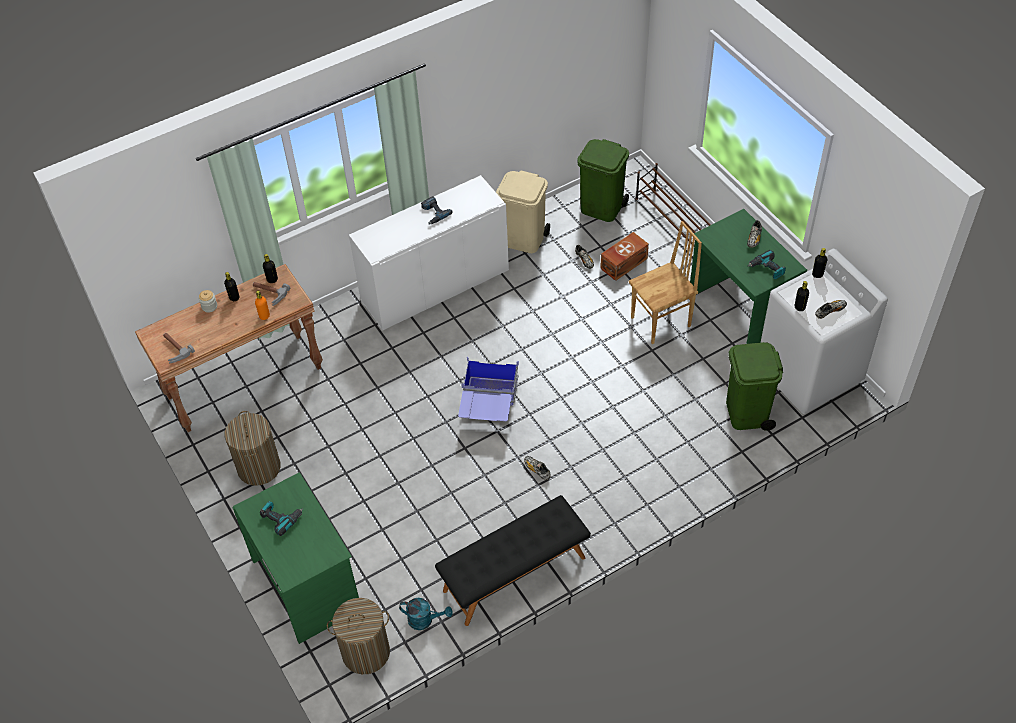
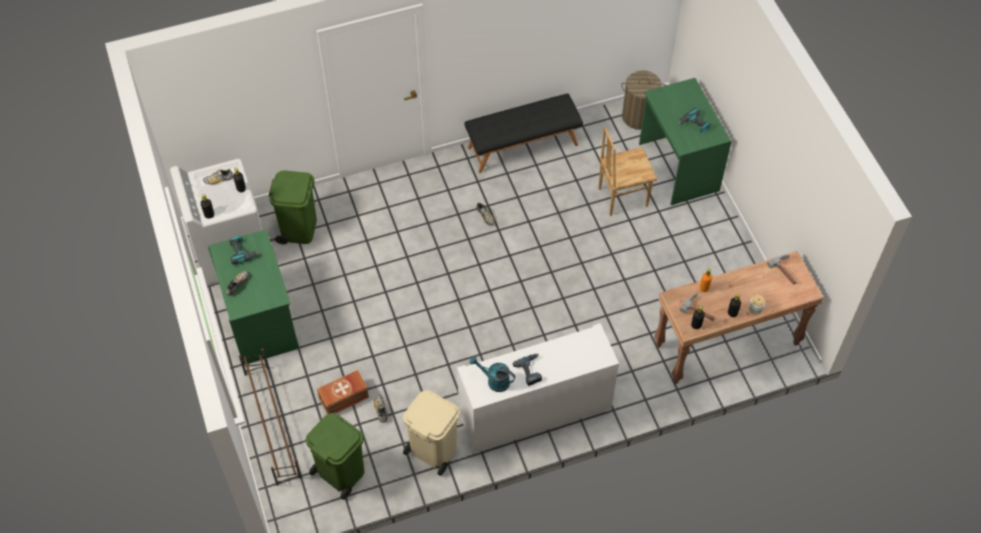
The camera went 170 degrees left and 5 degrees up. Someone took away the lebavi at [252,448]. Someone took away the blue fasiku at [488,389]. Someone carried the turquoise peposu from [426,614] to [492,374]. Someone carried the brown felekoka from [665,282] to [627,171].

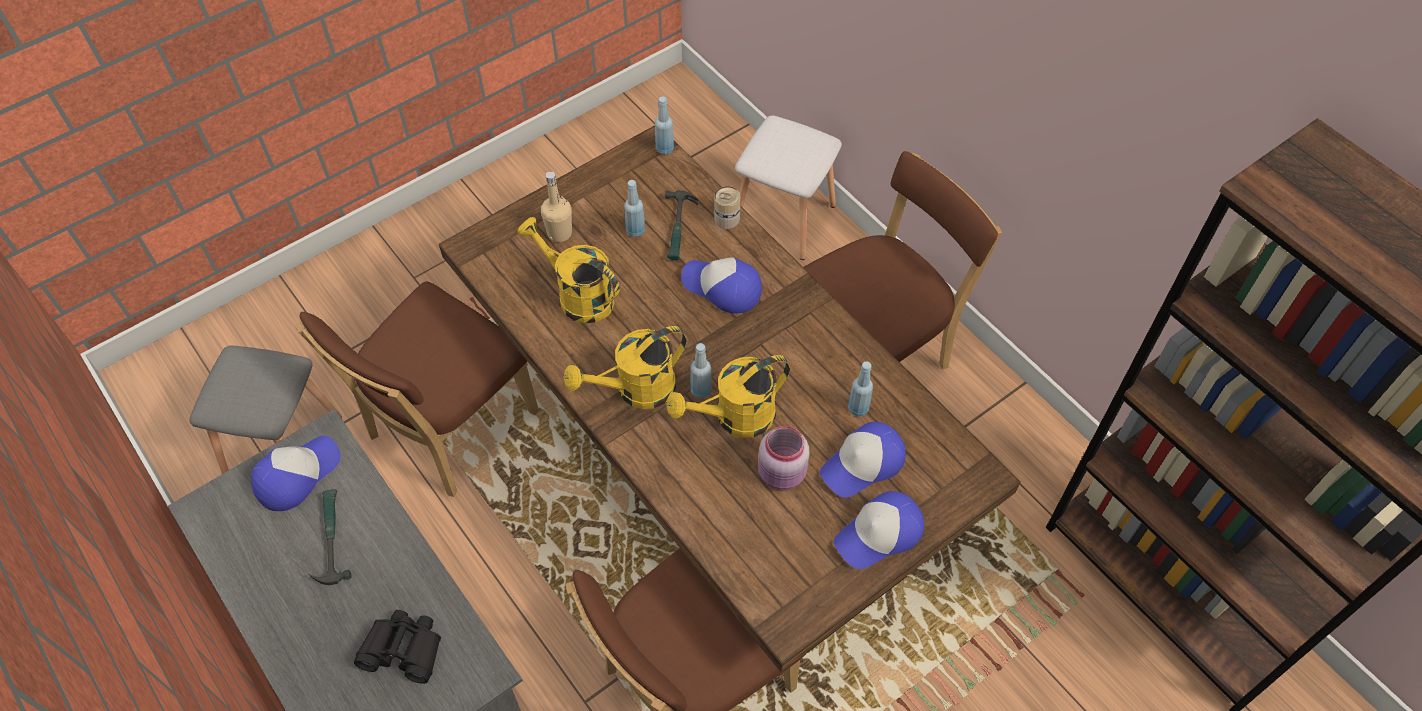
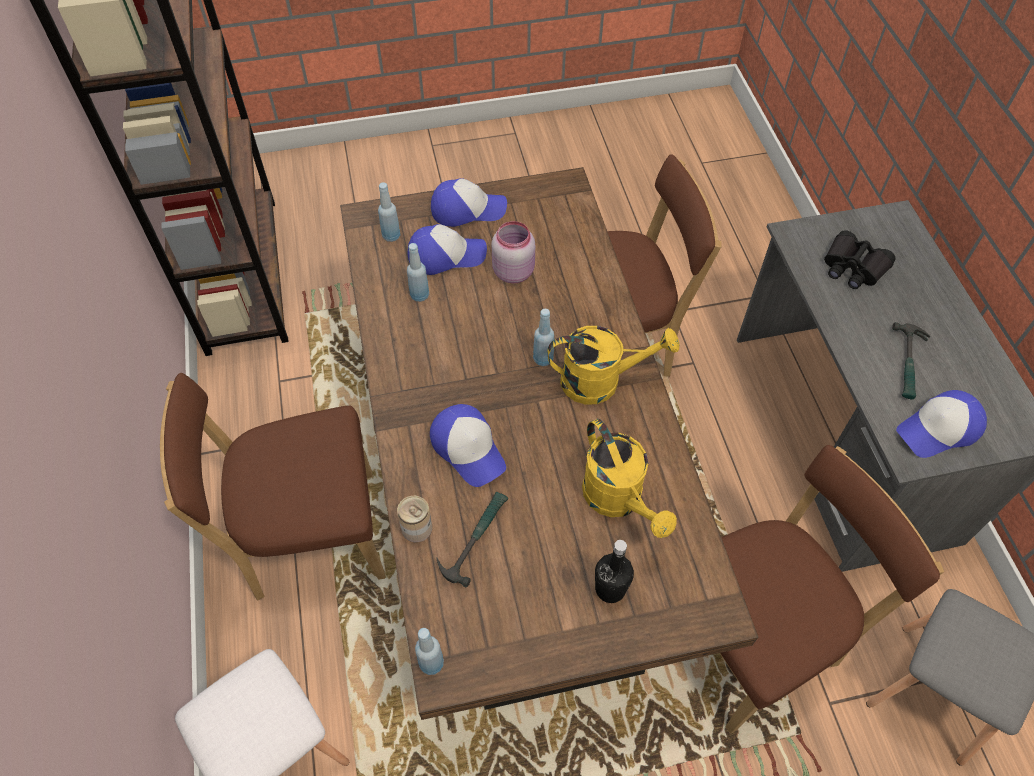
The camera went 155 degrees left and 0 degrees up. Someone took away the yellow peposu at [728,396]. Someone carried the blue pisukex from [634,208] to [389,212]. Someone repainted the beige pisukex at [556,206], which became the black pisukex at [614,571].

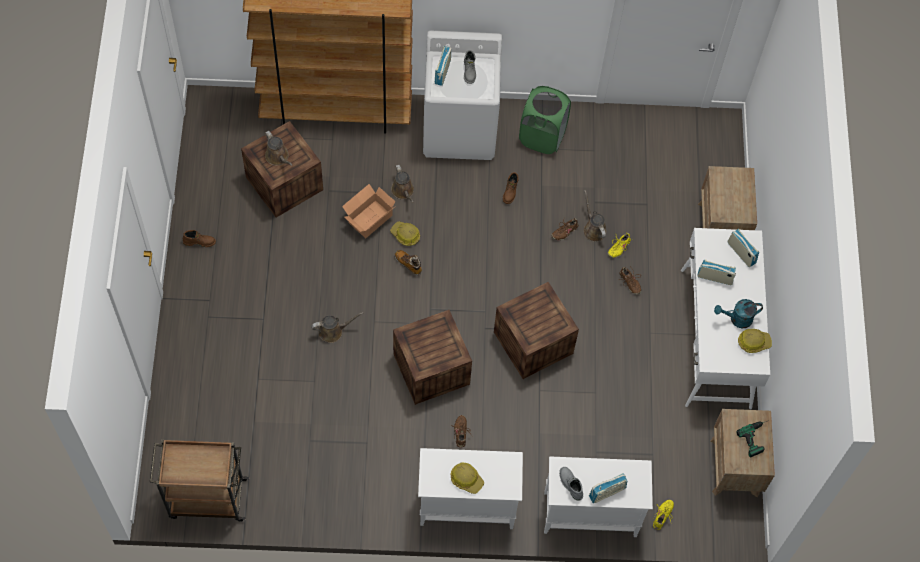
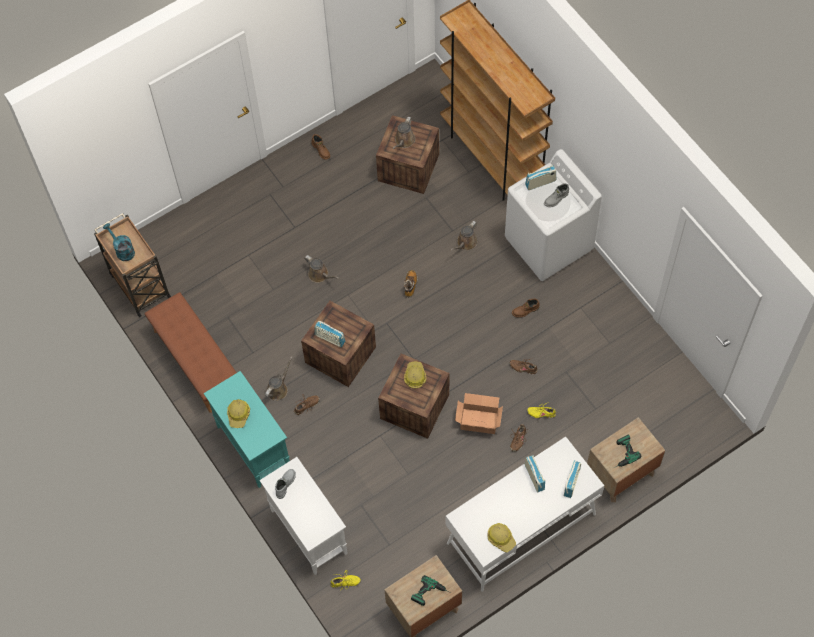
The camera went 60 degrees right and 0 degrees up. Someone took away the green lebavi at [545,120]. Someone put down the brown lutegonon at [191,352]. Someone put down the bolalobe at [627,451]. Someone carried the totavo from [369,211] to [479,413]. Someone carried the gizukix from [405,234] to [415,375]. Someone carried the brown peposu from [595,216] to [278,378]. Someone carried the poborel from [608,488] to [330,334]. Someone carried the turquoise peposu from [738,313] to [119,242]. Someone repainted the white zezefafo at [470,488], which became the turquoise zezefafo at [247,429].

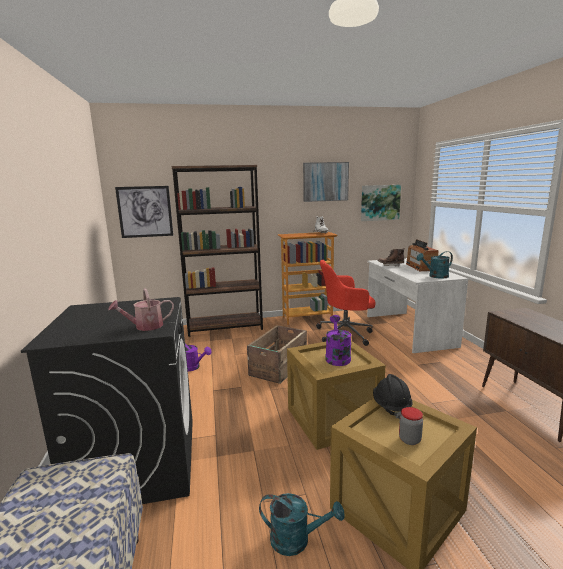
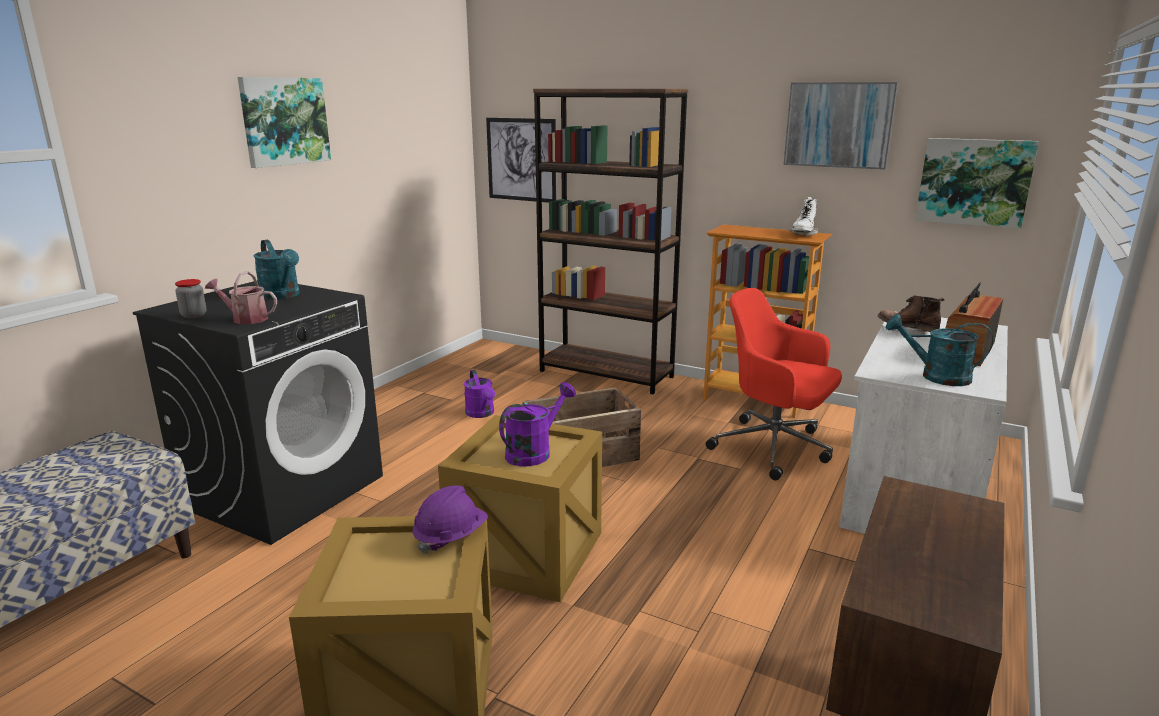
The camera went 40 degrees right and 5 degrees up. Someone put up the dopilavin at [284,122]. Someone carried the turquoise peposu from [302,524] to [276,270]. Someone carried the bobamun from [411,426] to [190,298]. Someone repainted the black gizukix at [392,396], which became the purple gizukix at [450,520].

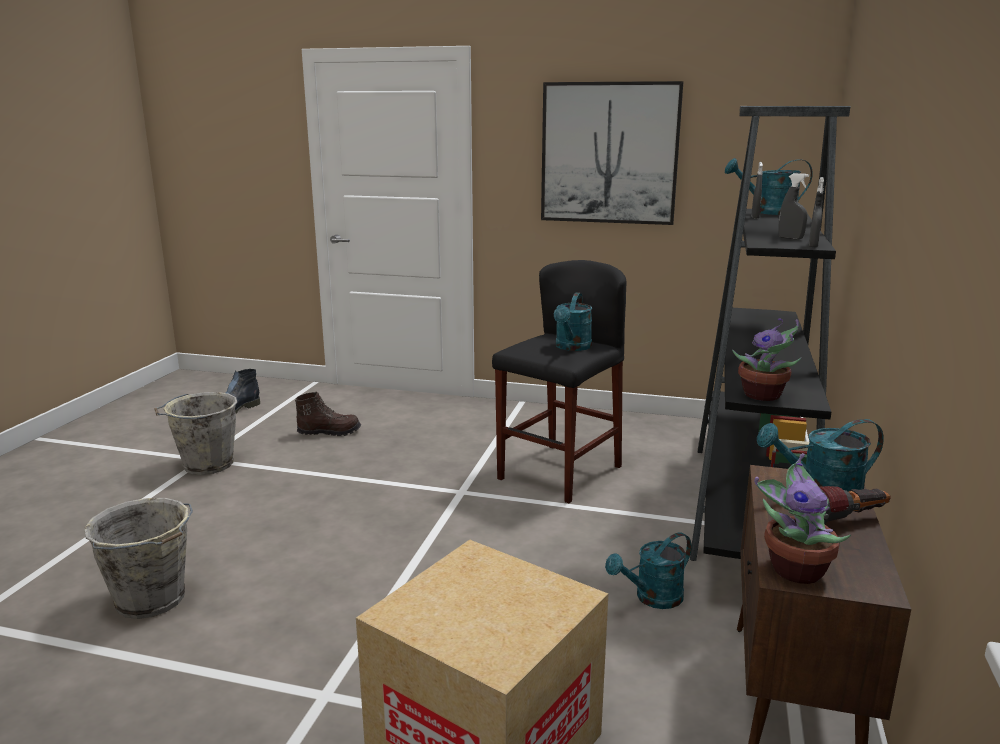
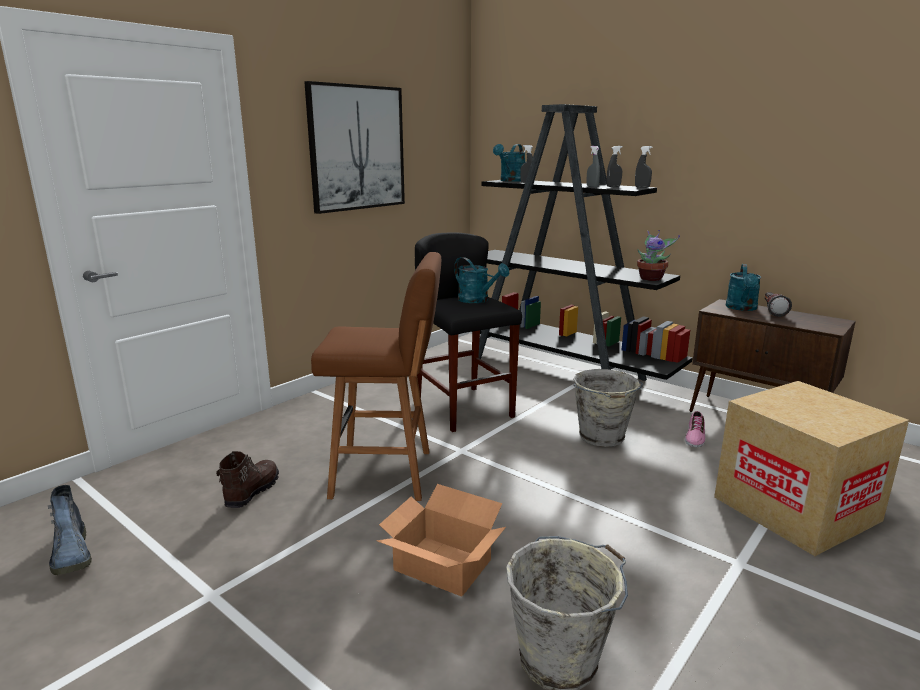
The camera went 65 degrees left and 0 degrees up. Someone took away the turquoise peposu at [648,570]. Someone took away the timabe at [802,518]. Someone put down the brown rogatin at [376,376]. Someone put down the totavo at [441,540]. Someone put down the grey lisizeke at [593,166]. Someone put down the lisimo at [695,429]. Someone carried the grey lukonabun from [195,433] to [608,408].

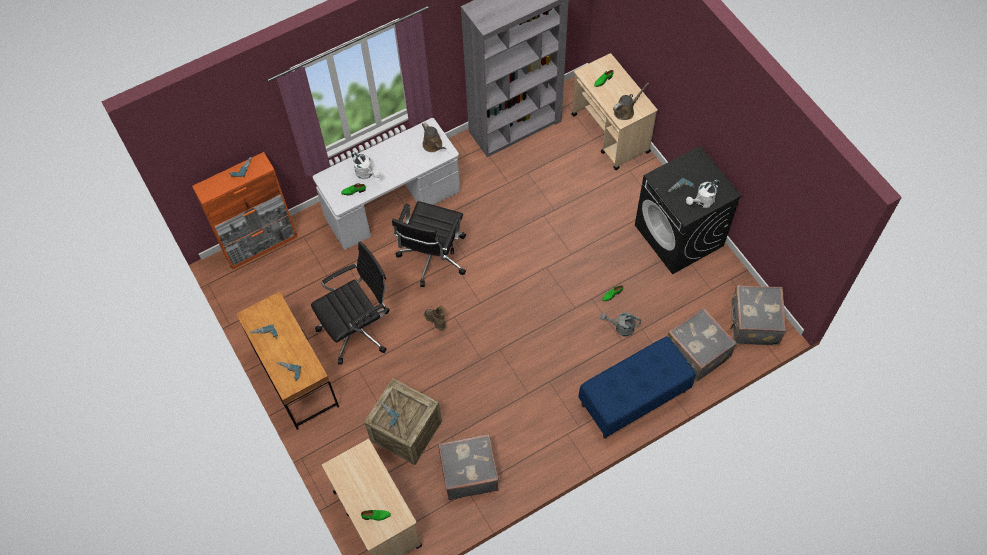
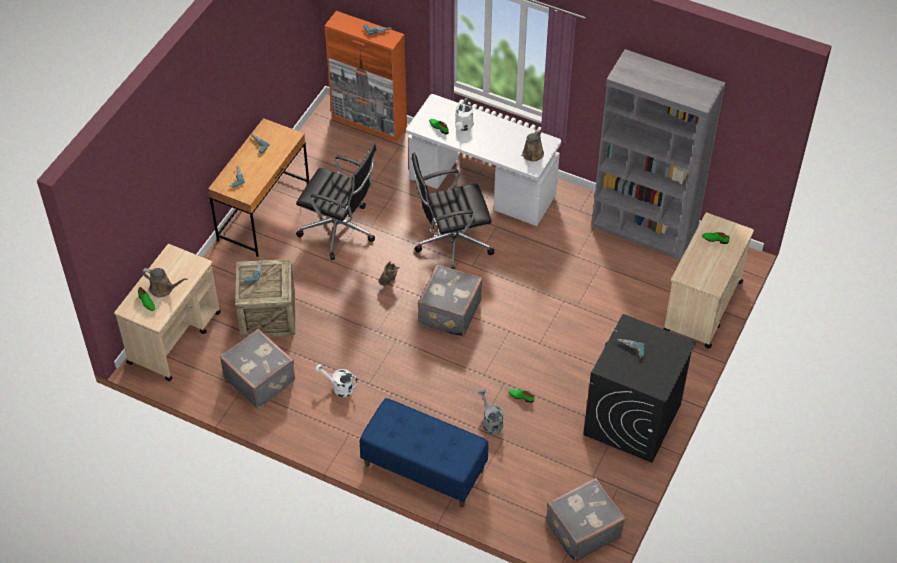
The camera went 55 degrees right and 10 degrees down. Someone carried the brown peposu from [631,101] to [164,283]. Someone carried the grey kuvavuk from [702,344] to [450,300]. Someone carried the white peposu from [702,194] to [336,380].

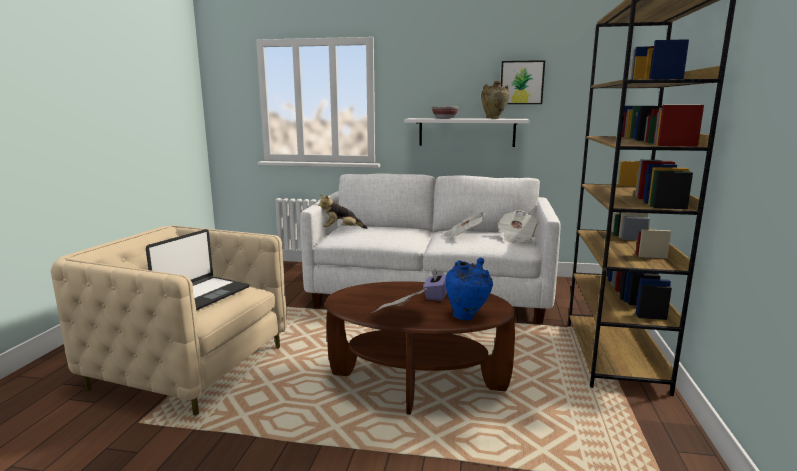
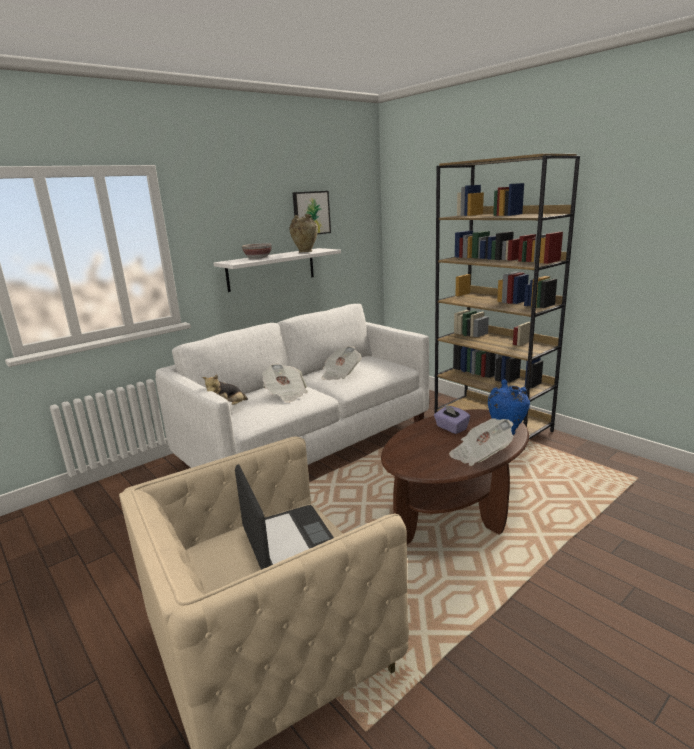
The camera went 50 degrees left and 5 degrees up. Someone carried the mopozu from [518,226] to [285,383].

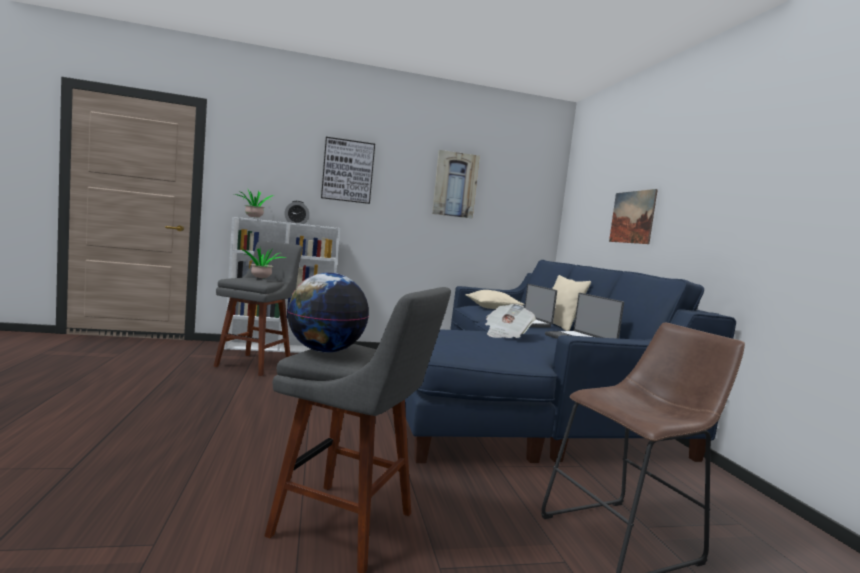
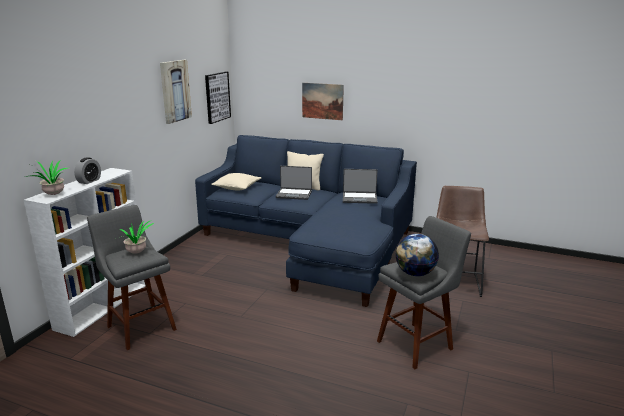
The camera went 55 degrees left and 15 degrees up. Someone took away the mopozu at [510,321]. Someone carried the dopilavin from [348,170] to [218,98].

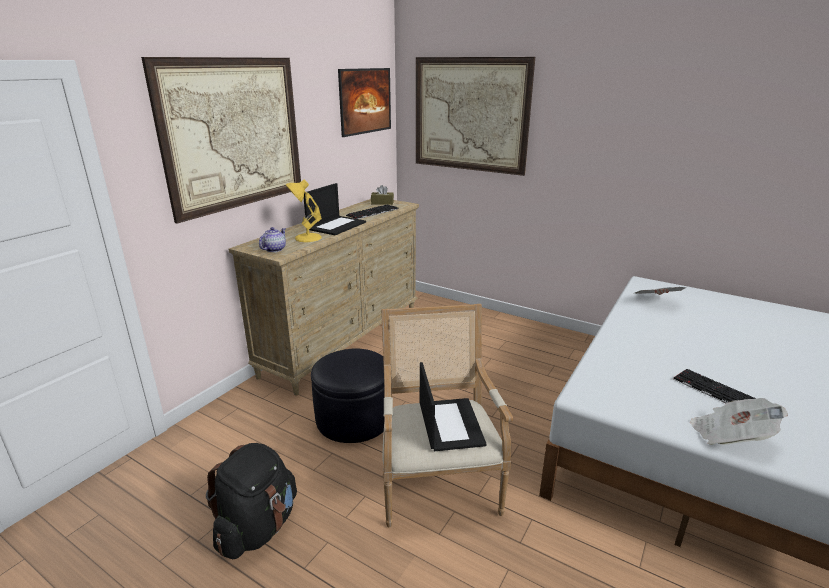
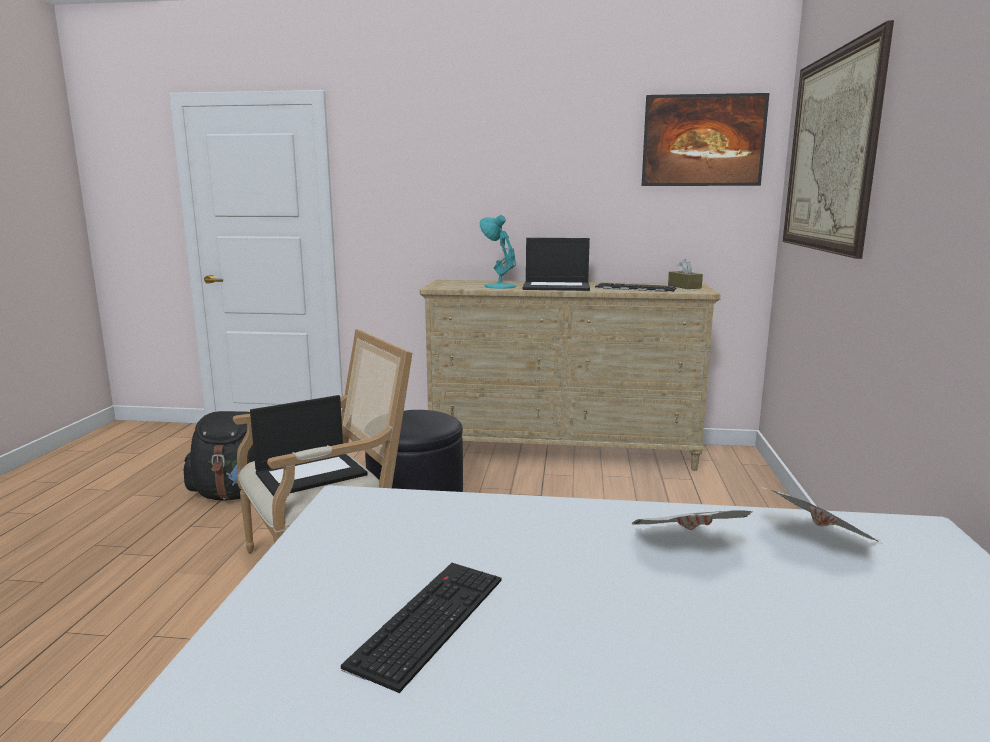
The camera went 65 degrees right and 10 degrees down. Someone took away the dopilavin at [221,140]. Someone took away the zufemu at [272,239]. Someone carried the mopozu from [739,421] to [691,520]. Someone repainted the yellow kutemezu at [304,211], which became the turquoise kutemezu at [498,252].

